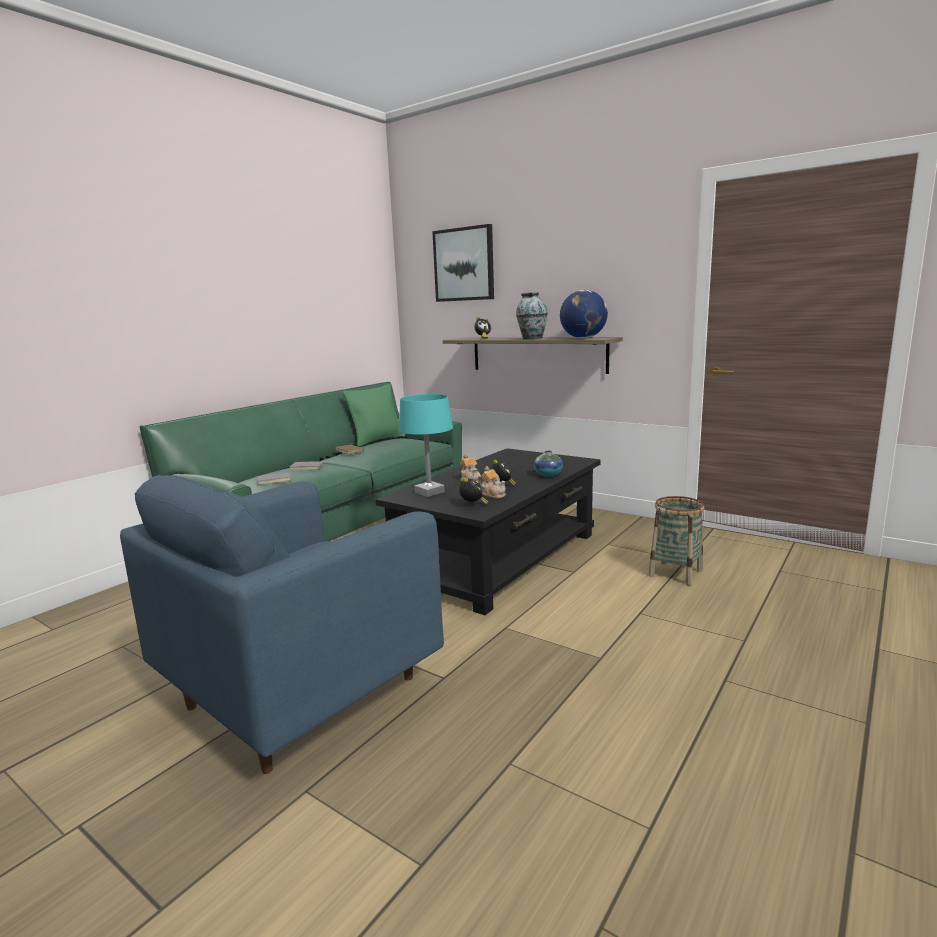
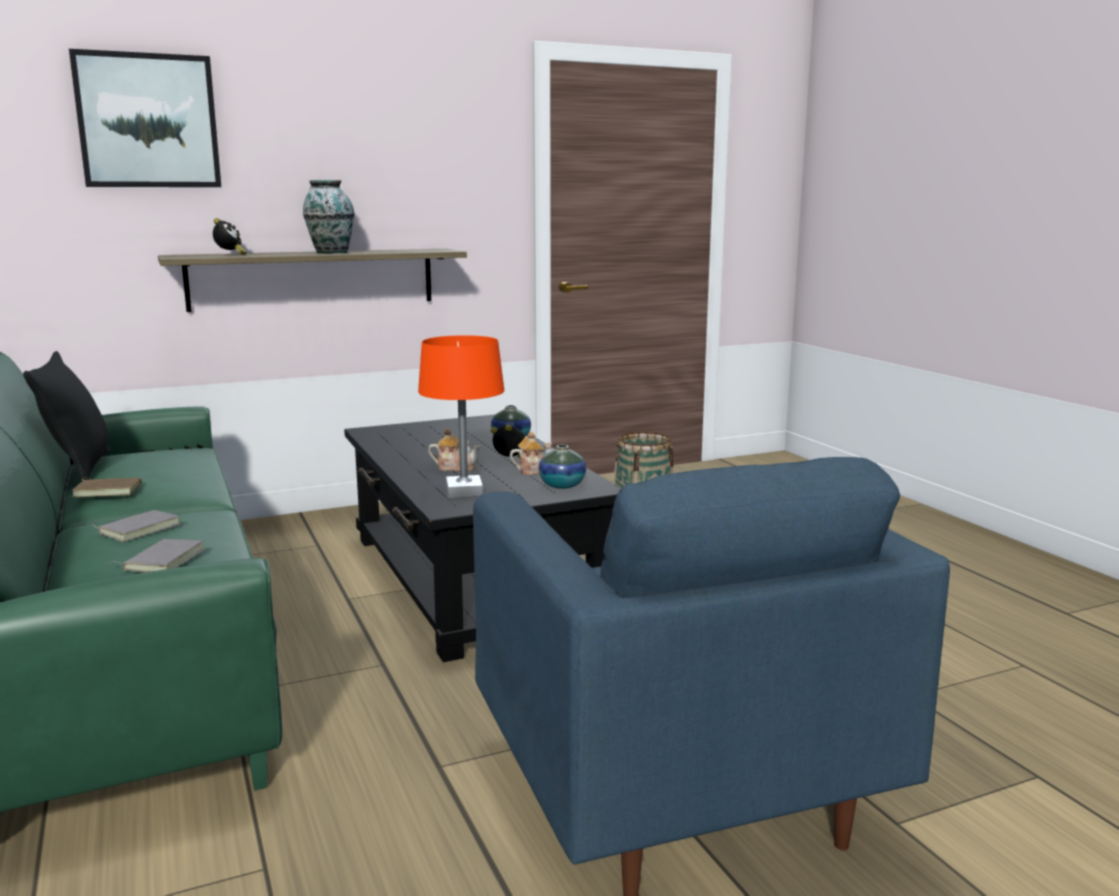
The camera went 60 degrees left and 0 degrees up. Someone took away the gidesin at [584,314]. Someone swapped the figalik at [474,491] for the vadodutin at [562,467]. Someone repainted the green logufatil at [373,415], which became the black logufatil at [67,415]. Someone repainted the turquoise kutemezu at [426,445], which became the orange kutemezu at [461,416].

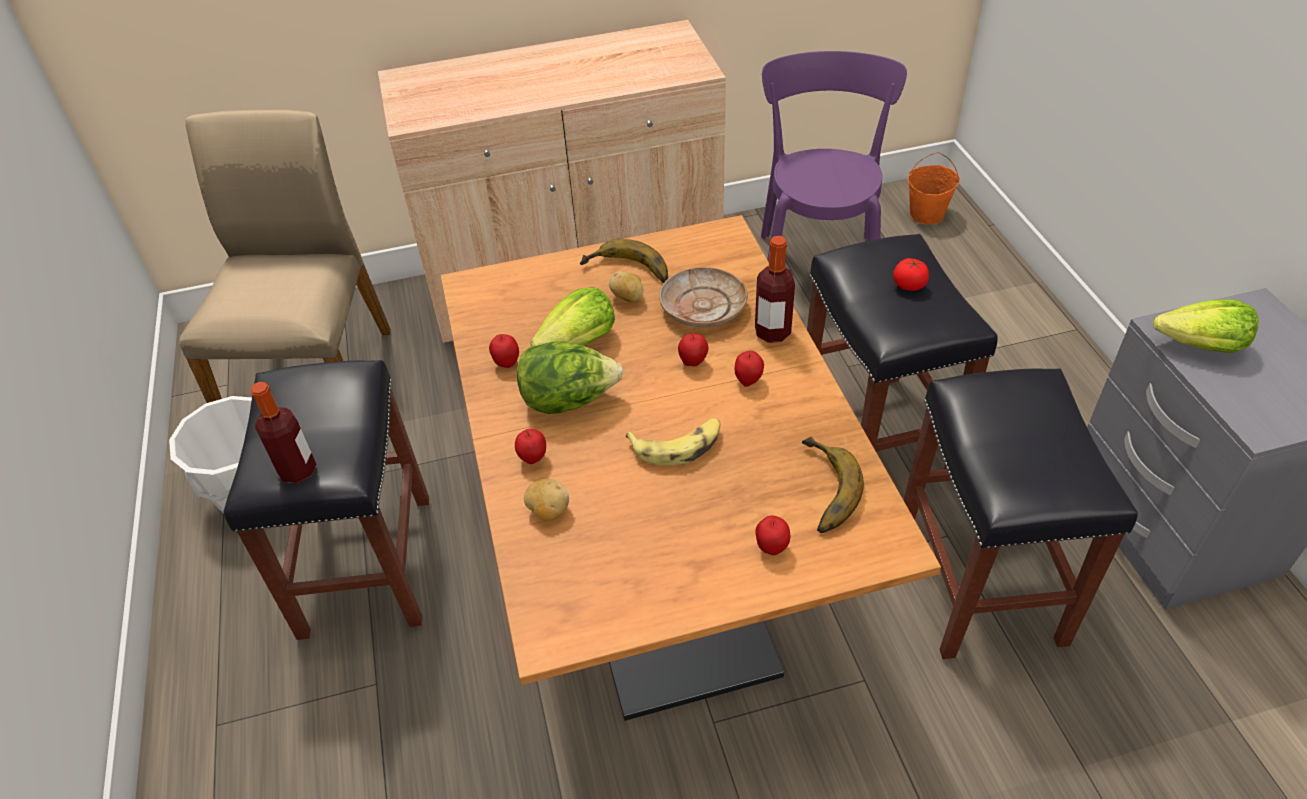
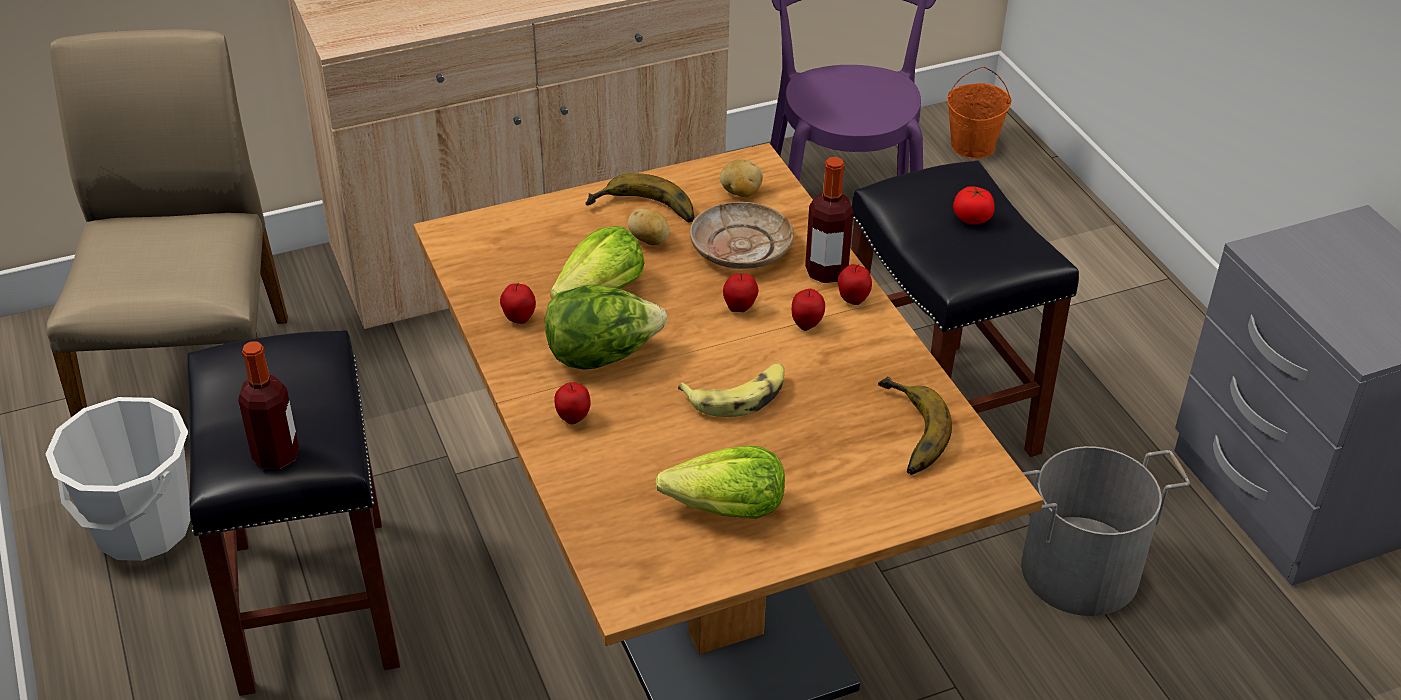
The camera went 10 degrees left and 5 degrees down. Someone carried the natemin from [546,500] to [741,178]. Someone carried the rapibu from [772,535] to [855,284]. Someone carried the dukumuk from [1206,326] to [720,482]. Someone swapped the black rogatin at [1021,513] for the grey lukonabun at [1105,531].

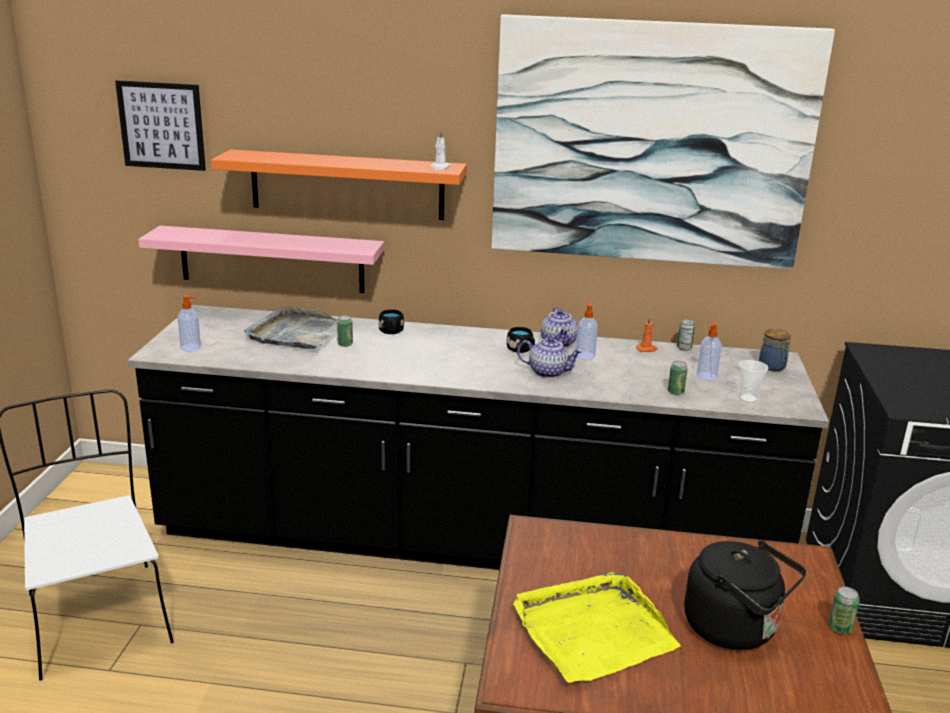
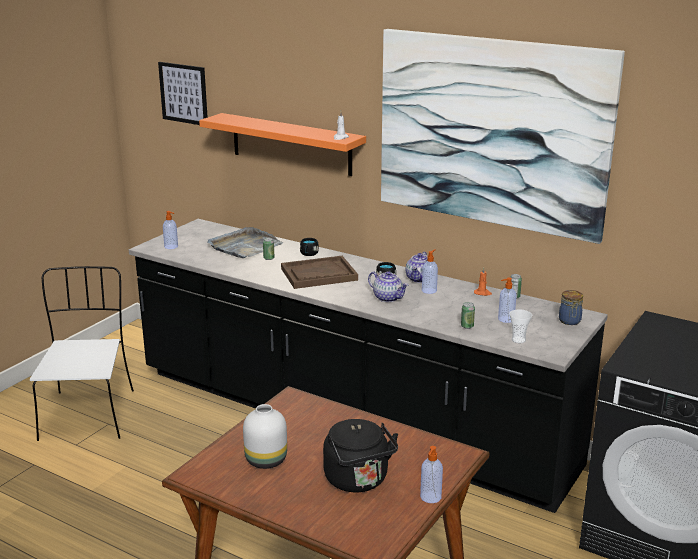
The camera went 25 degrees right and 0 degrees up. Someone took away the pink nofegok at [261,259]. Someone put down the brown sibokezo at [319,272]. Someone swapped the yellow sibokezo at [597,627] for the white vadodutin at [265,436]. Someone swapped the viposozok at [844,610] for the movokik at [431,474].

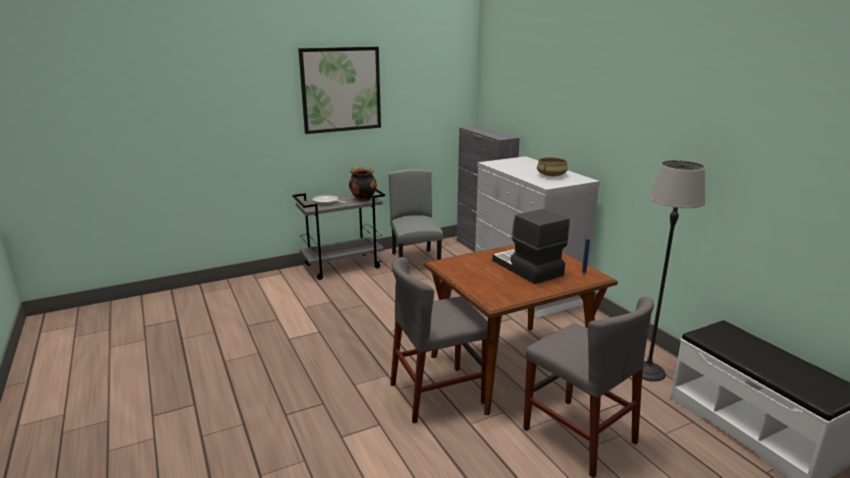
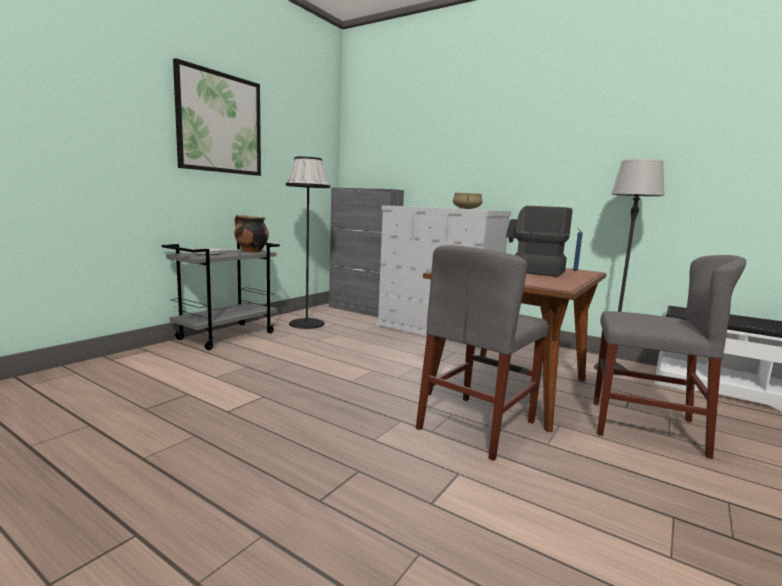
The camera went 30 degrees left and 10 degrees down. Someone swapped the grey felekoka at [416,214] for the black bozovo at [308,243].

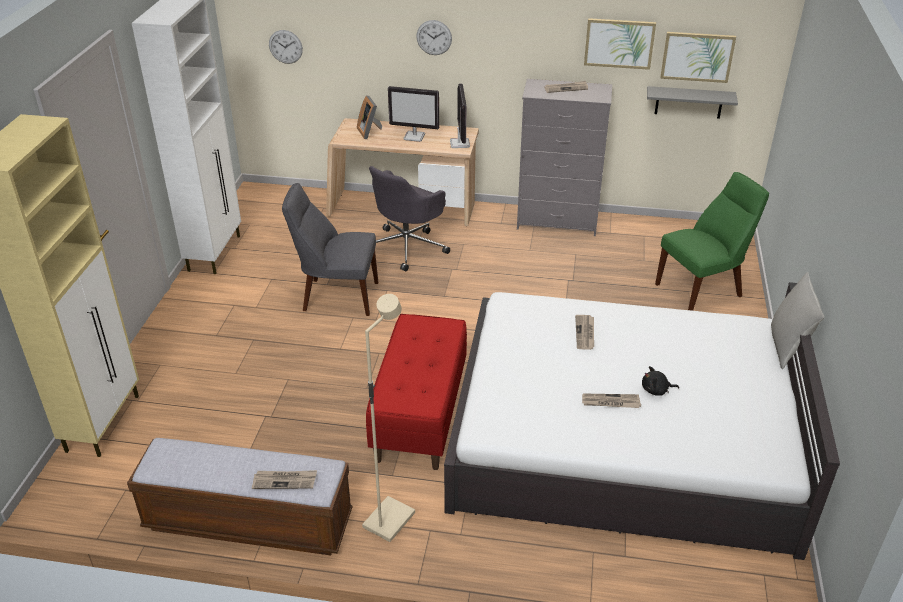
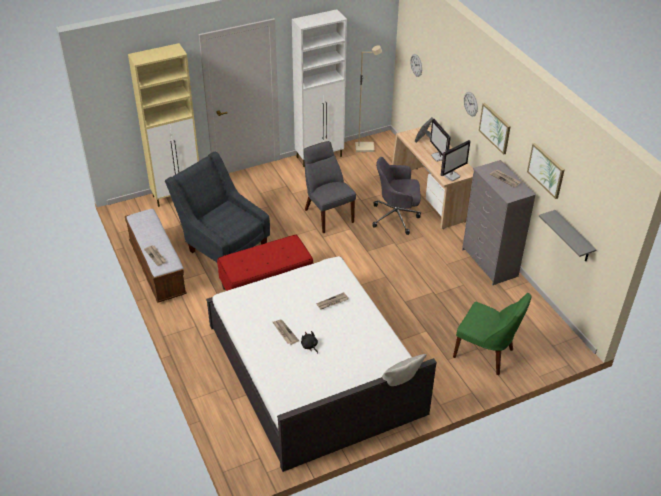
The camera went 55 degrees right and 5 degrees up. Someone put down the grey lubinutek at [217,207]. Someone carried the beige bozovo from [388,418] to [368,98]. Someone carried the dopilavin from [698,57] to [495,129].

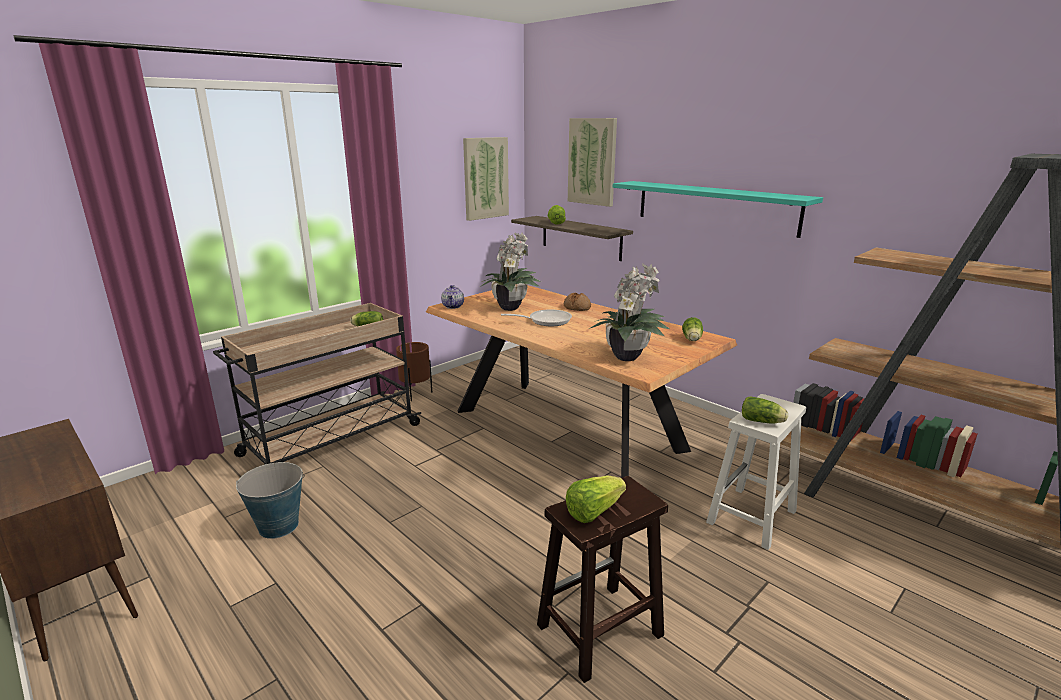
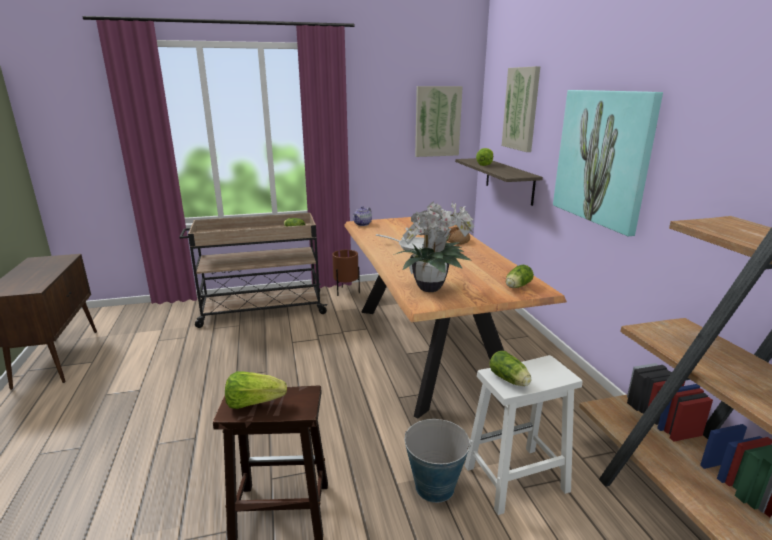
The camera went 30 degrees right and 0 degrees up. Someone took away the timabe at [510,272]. Someone carried the lukonabun from [270,500] to [438,461]. Someone swapped the turquoise nofegok at [718,209] for the dopilavin at [608,163].

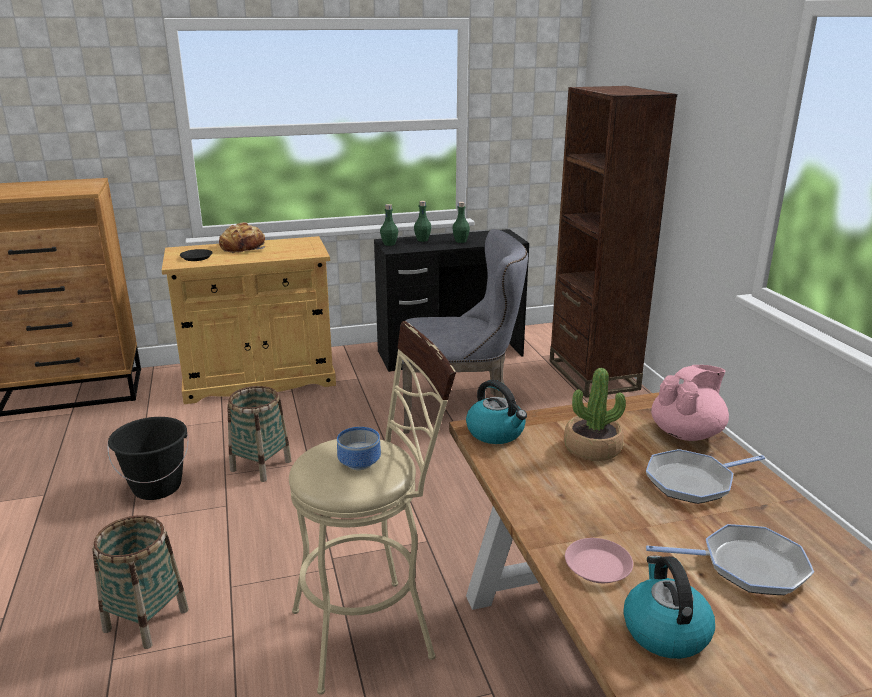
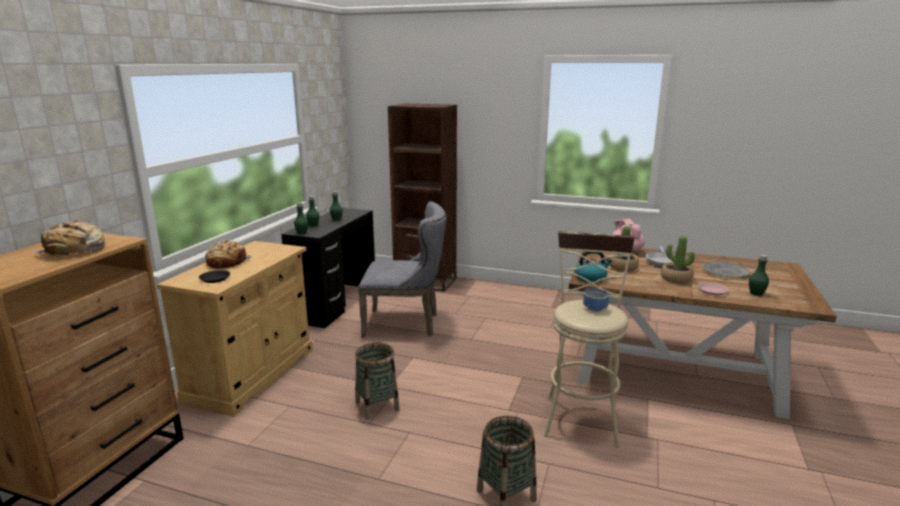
The camera went 55 degrees left and 5 degrees down. Someone took away the black lukonabun at [148,458]. Someone put down the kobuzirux at [69,238]. Someone put down the timabe at [678,259]. Someone swapped the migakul at [669,607] for the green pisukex at [759,275]. Someone swapped the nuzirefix at [730,559] for the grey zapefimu at [726,269]. Someone rotated the grey felekoka at [465,331] by 60 degrees clockwise.

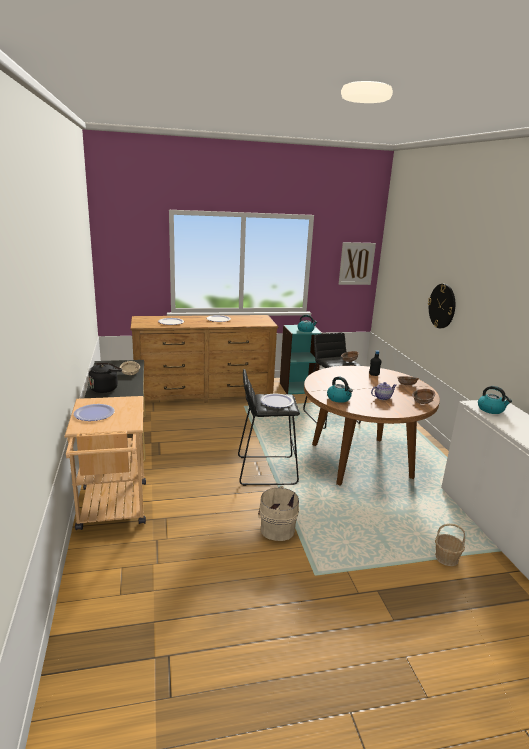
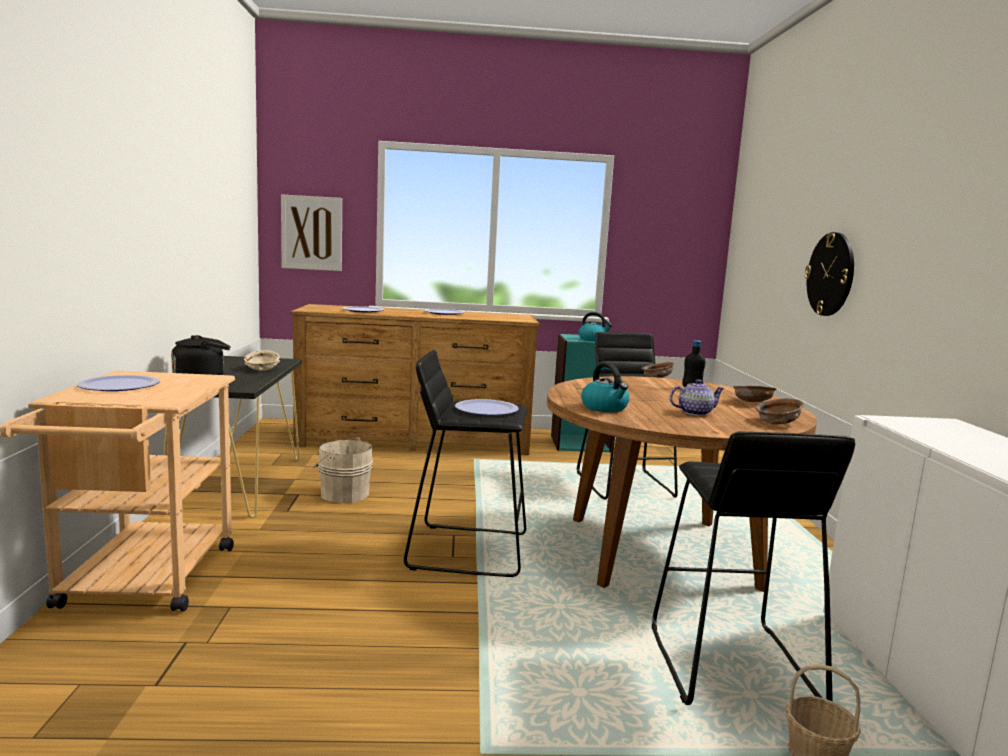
The camera went 10 degrees right and 10 degrees down. Someone took away the migakul at [495,400]. Someone put down the black rogatin at [753,568]. Someone carried the beige lukonabun from [278,513] to [343,470]. Someone carried the dopilavin from [357,263] to [311,232].

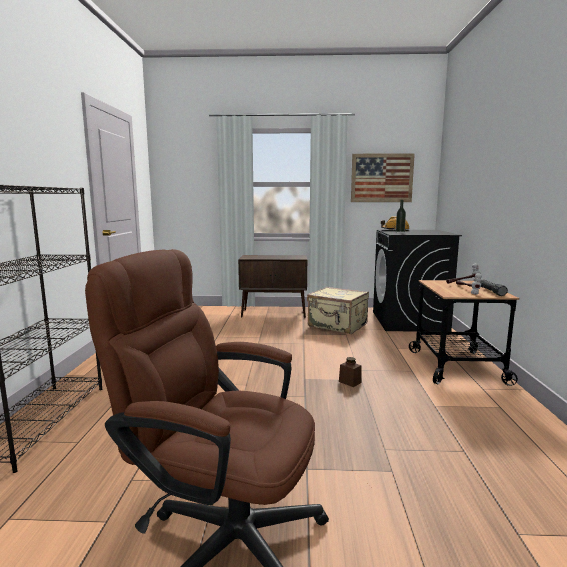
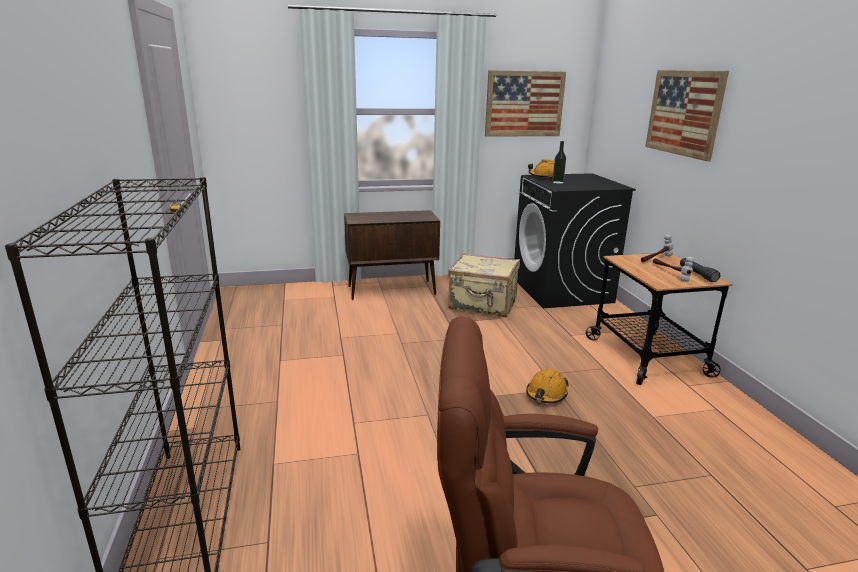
The camera went 15 degrees left and 10 degrees up. Someone put up the dopilavin at [687,115]. Someone swapped the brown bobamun at [350,372] for the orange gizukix at [547,386].

